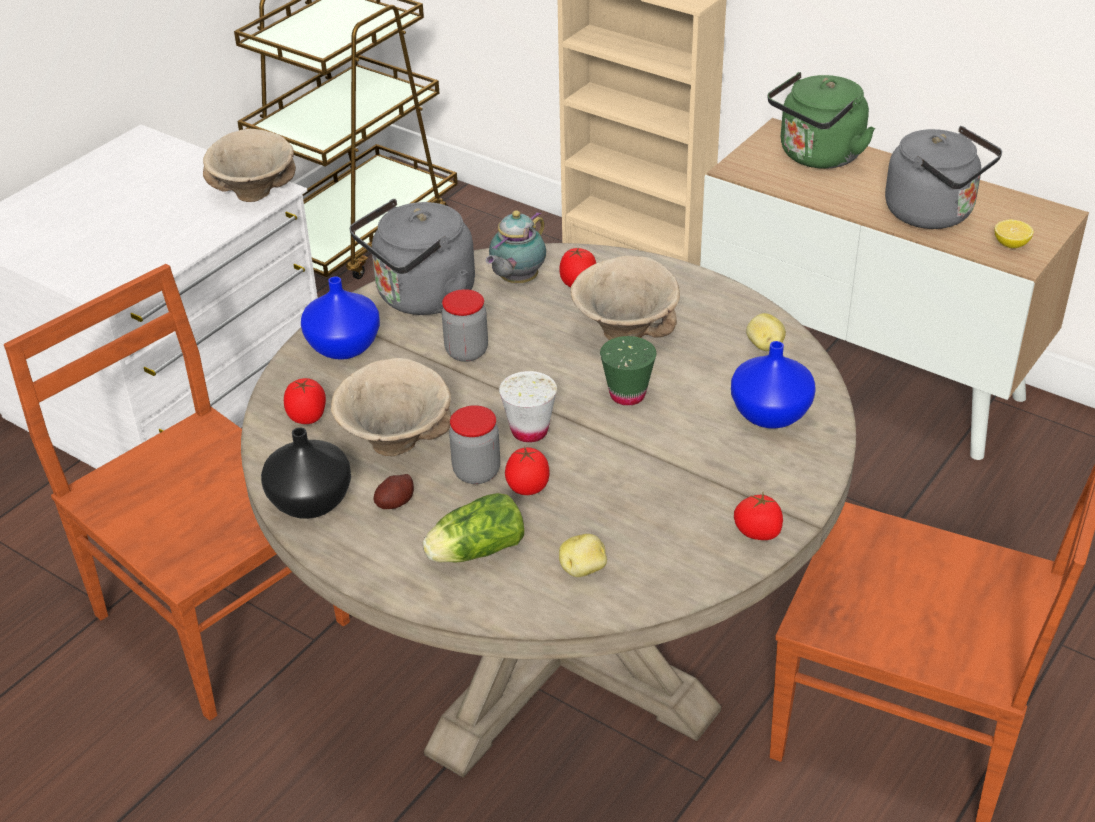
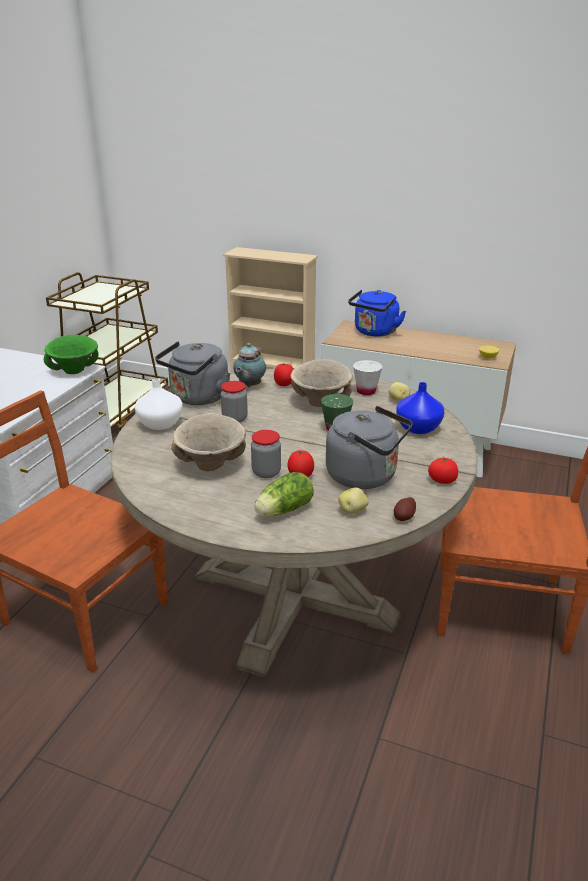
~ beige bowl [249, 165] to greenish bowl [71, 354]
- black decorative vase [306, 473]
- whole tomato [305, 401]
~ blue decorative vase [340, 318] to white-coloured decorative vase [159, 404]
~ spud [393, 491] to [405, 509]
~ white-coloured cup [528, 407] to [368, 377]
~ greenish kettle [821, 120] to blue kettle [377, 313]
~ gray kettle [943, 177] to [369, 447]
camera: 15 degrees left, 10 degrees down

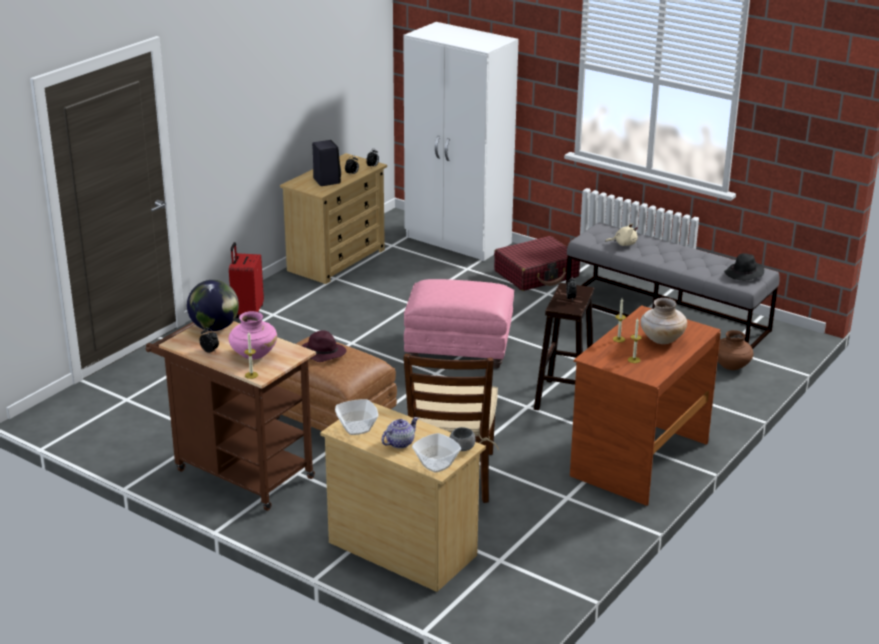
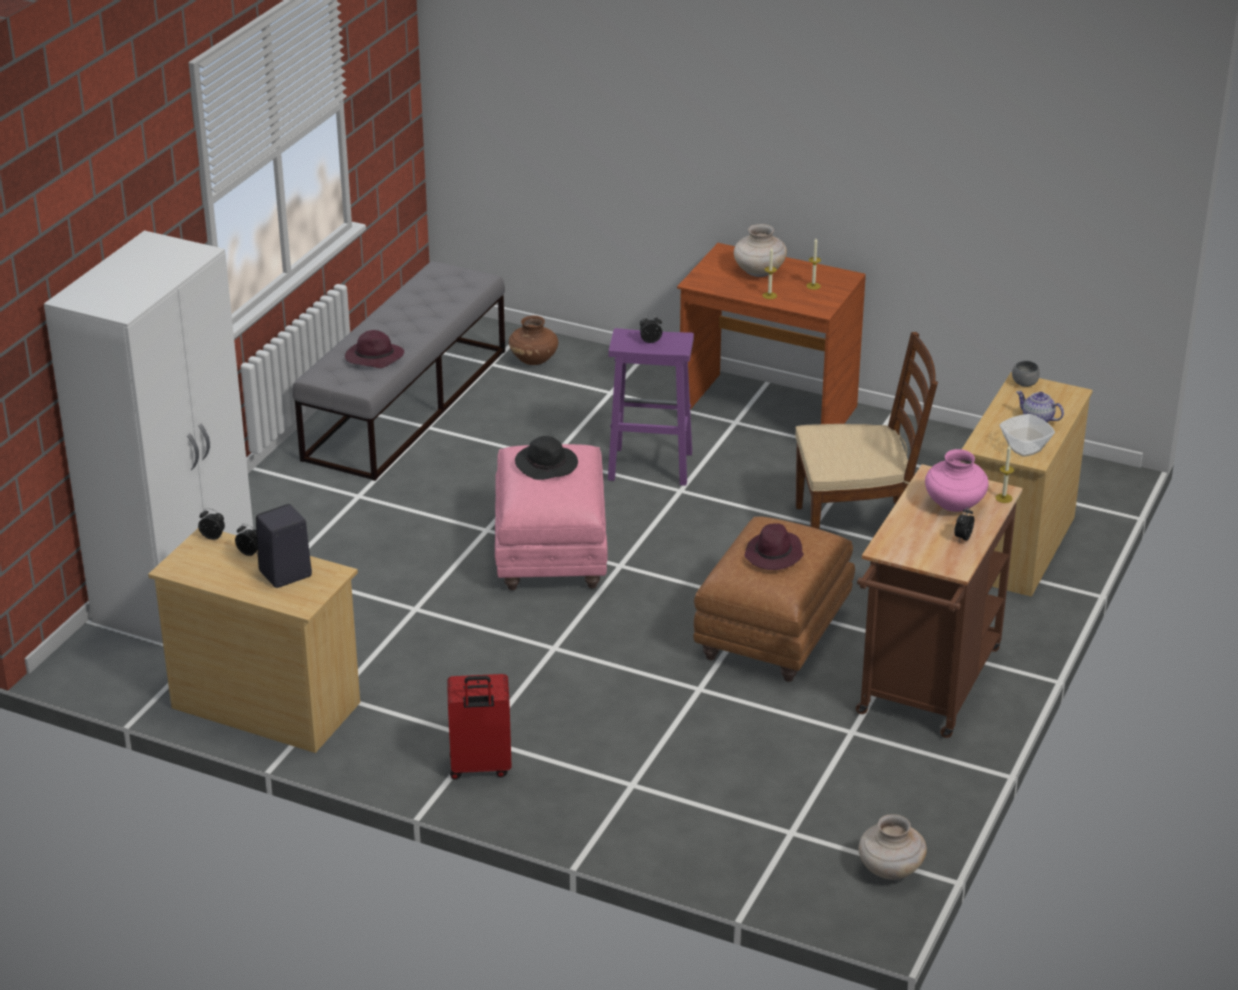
- globe [213, 305]
- bowl [436, 453]
- red-coloured travel case [537, 263]
~ brown-coloured stool [564, 346] to purple-coloured stool [651, 407]
~ beige cuddly toy [621, 234] to purple-coloured hat [374, 349]
~ black hat [744, 266] to [546, 458]
+ beige decorative vase [893, 847]
camera: 100 degrees left, 5 degrees up

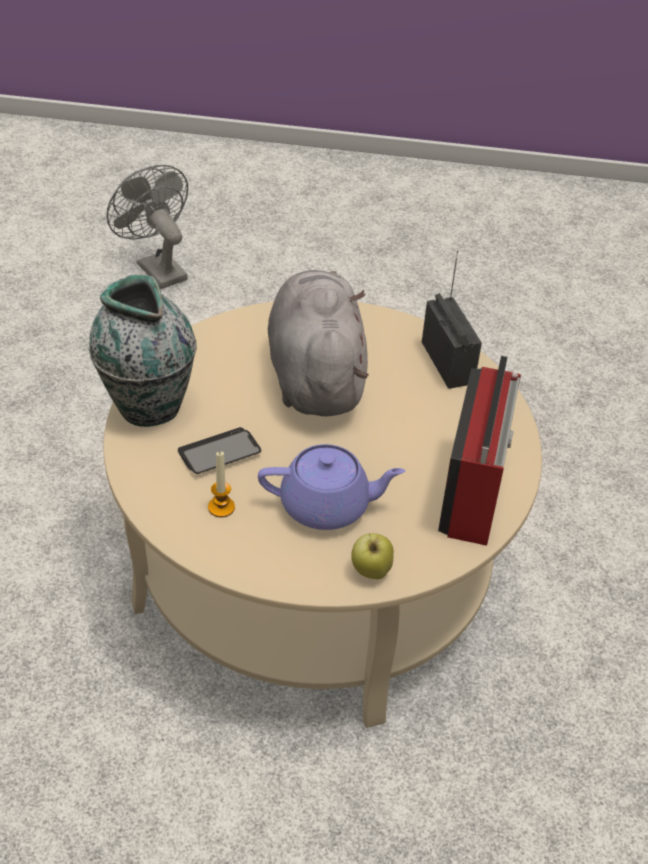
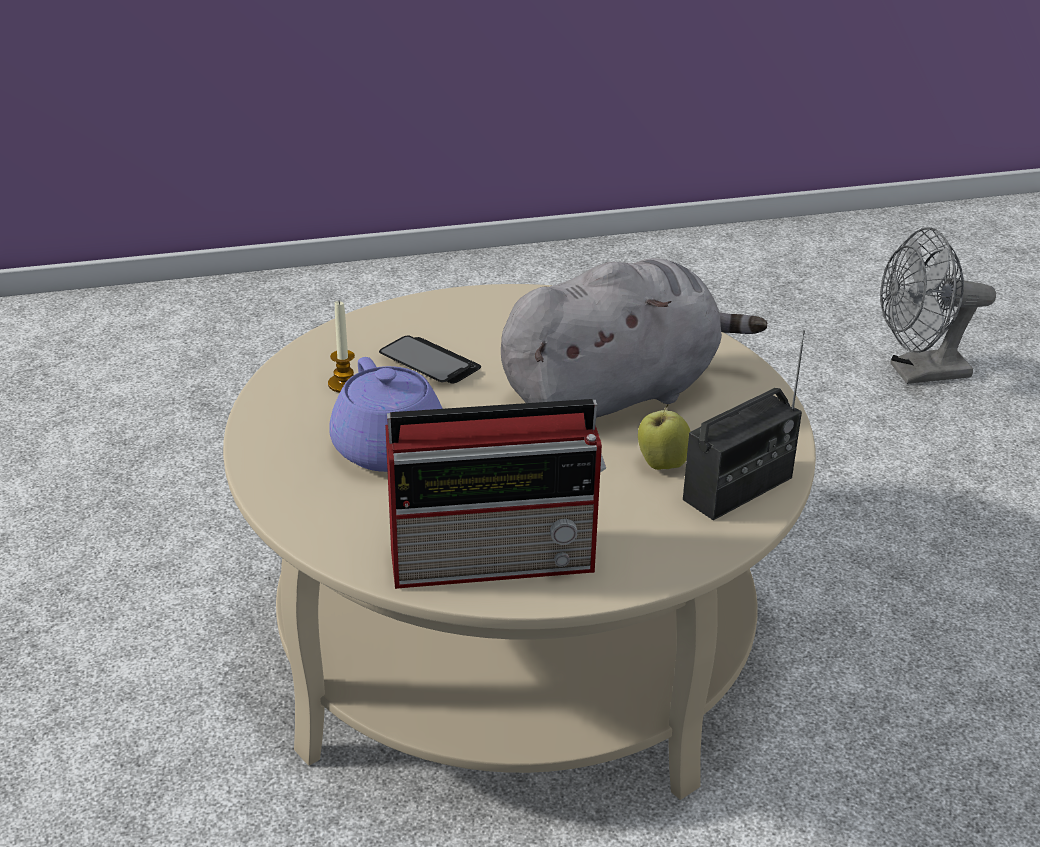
- decorative vase [143, 351]
~ gray fan [147, 227] = [938, 305] 135 degrees counterclockwise
~ apple fruit [372, 556] to [664, 437]
camera: 70 degrees right, 10 degrees down

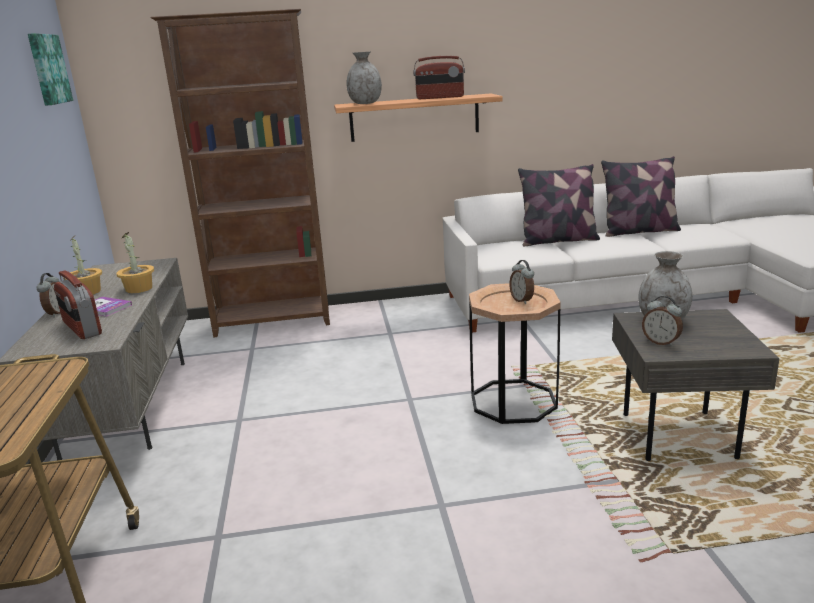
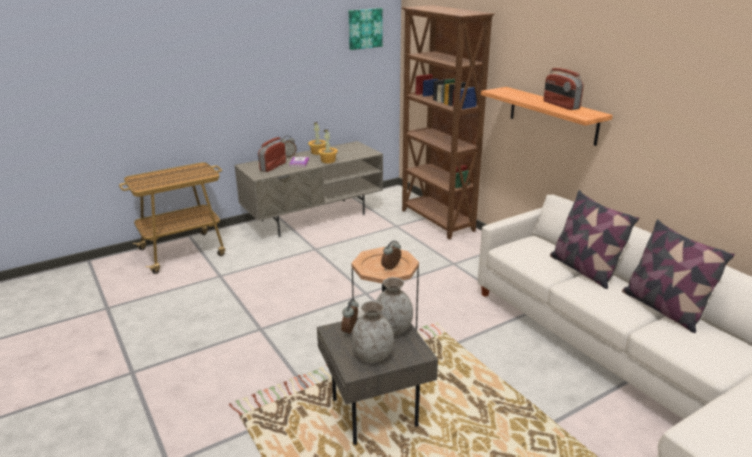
~ gray decorative vase [364, 78] to [372, 332]
camera: 65 degrees right, 5 degrees up

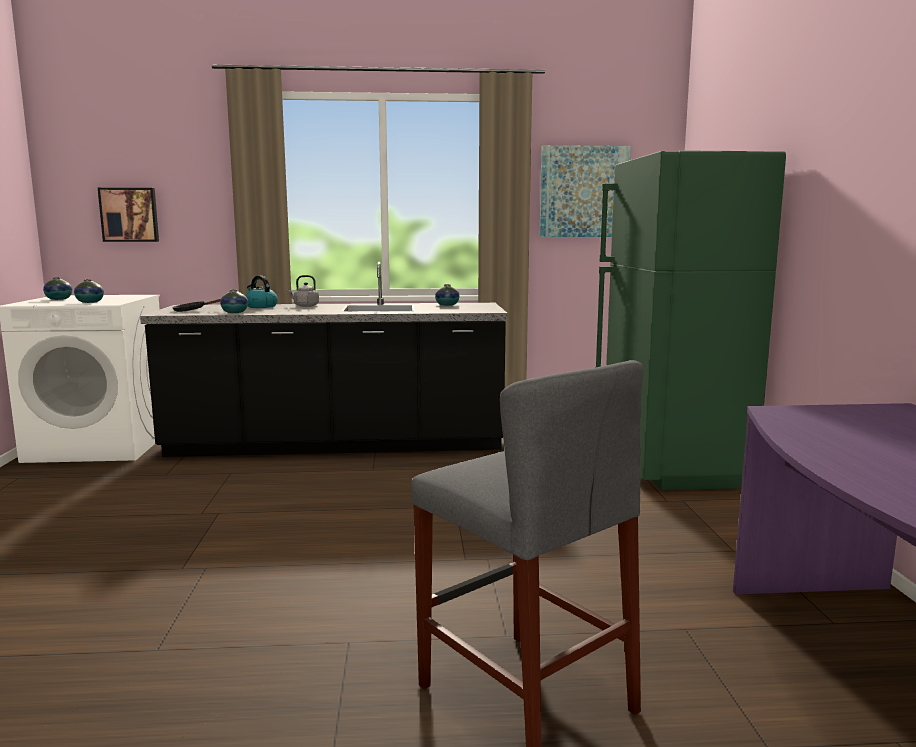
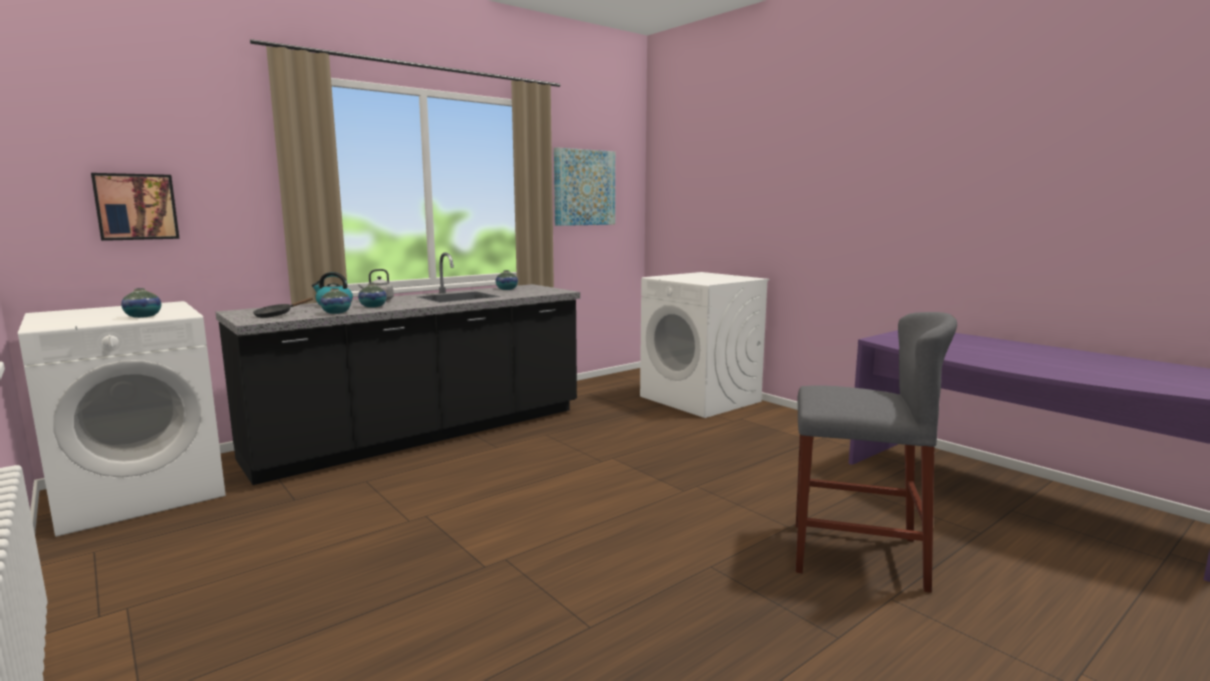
~ decorative vase [57, 288] to [372, 295]
~ greenish fridge [690, 320] to white-coloured laundry appliance [704, 345]
camera: 35 degrees left, 0 degrees up

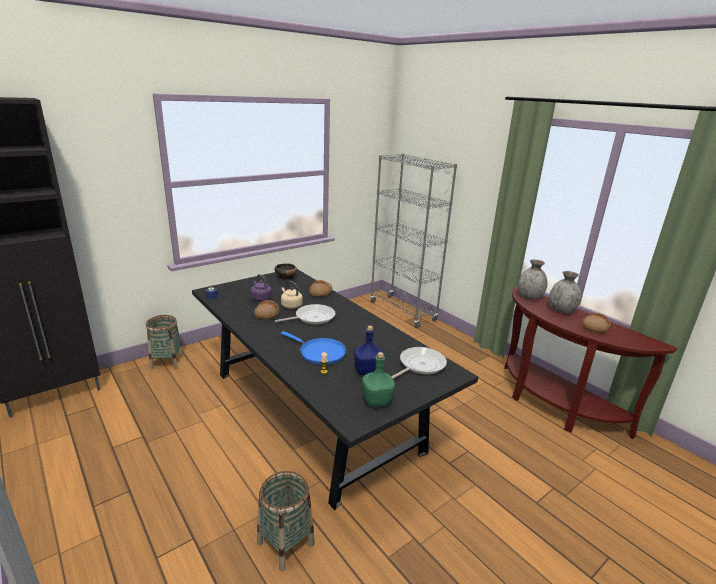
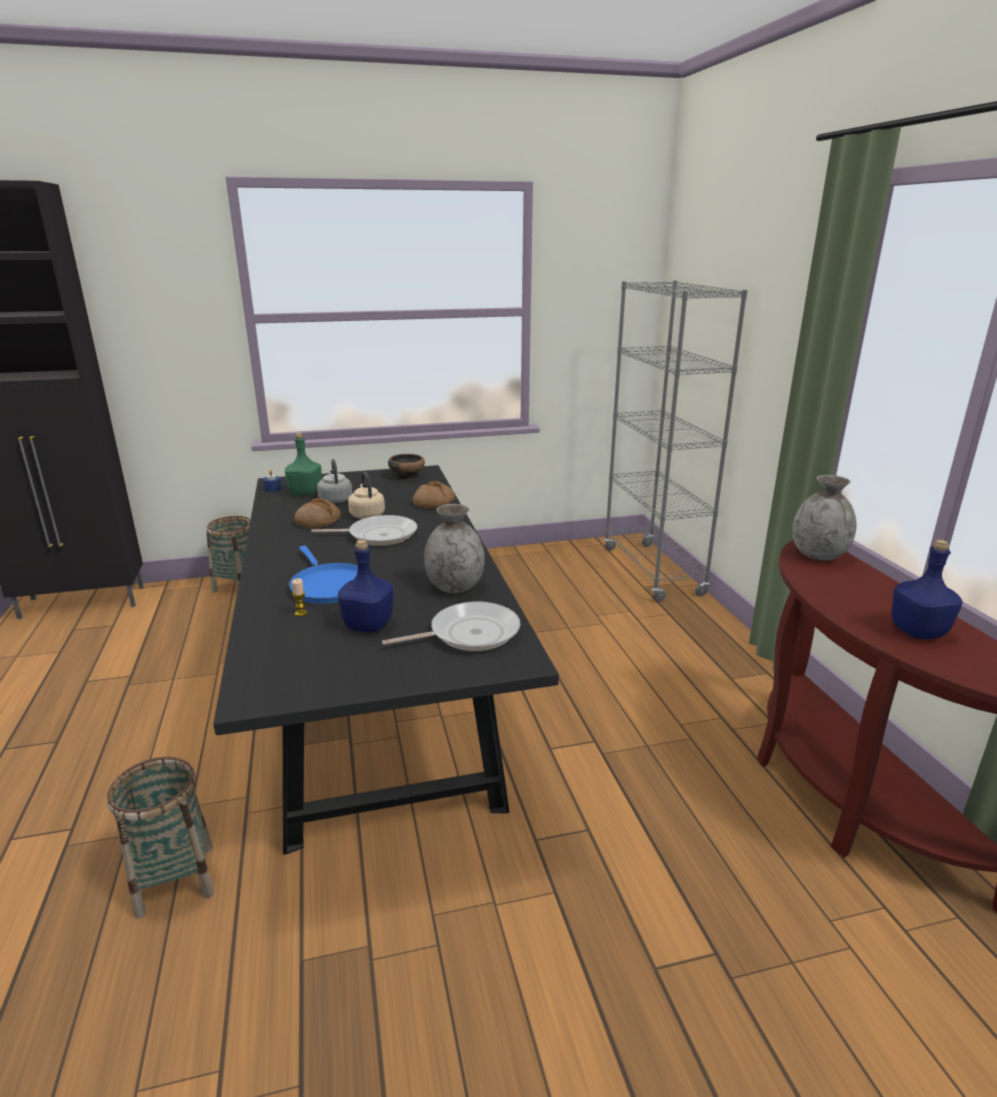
~ purple-coloured kettle [261, 288] to gray kettle [334, 481]
~ greenish drink bottle [378, 379] to [303, 464]
~ gray decorative vase [565, 292] to [454, 548]
~ bakery bread [596, 323] to blue drink bottle [927, 589]
camera: 25 degrees right, 0 degrees up

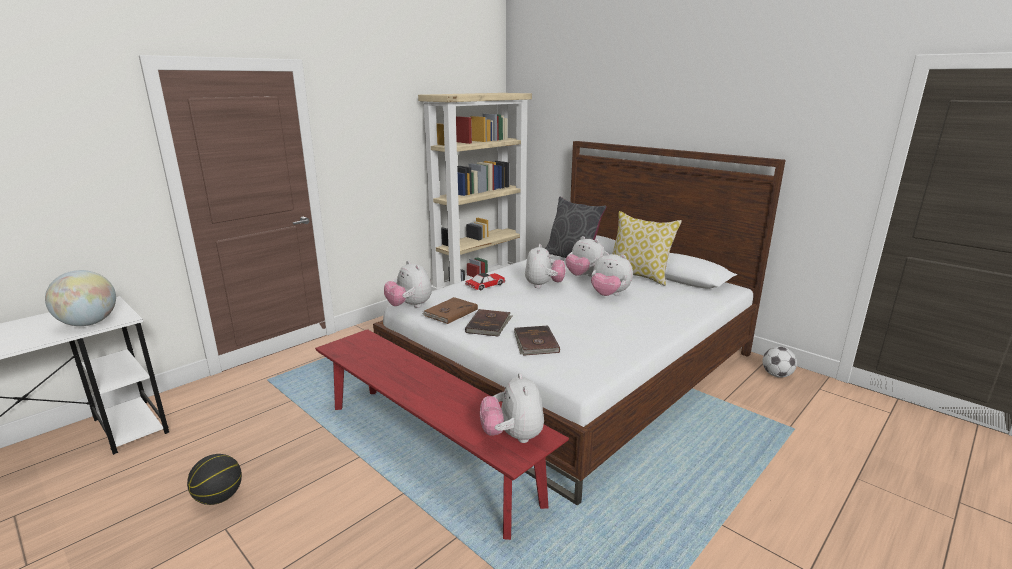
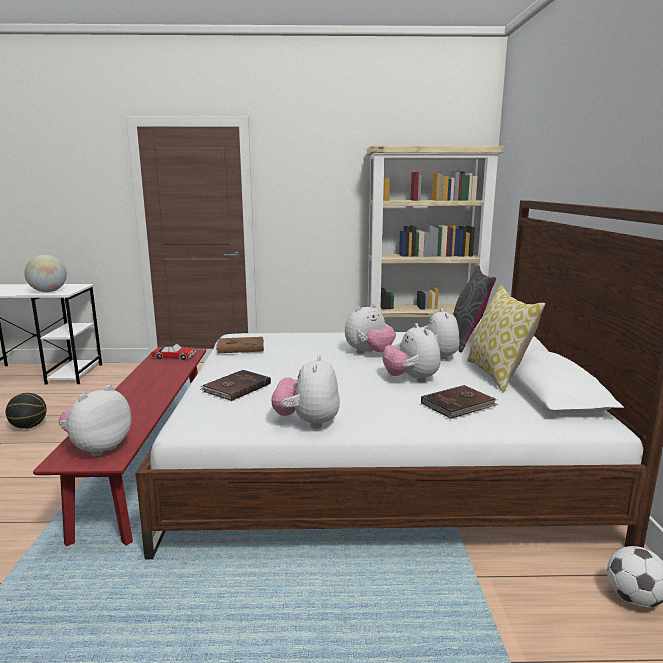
~ cuddly toy [408, 284] to [305, 392]
~ miniature car [485, 282] to [173, 351]
~ brown-coloured book [488, 323] to [460, 402]
camera: 45 degrees right, 5 degrees down

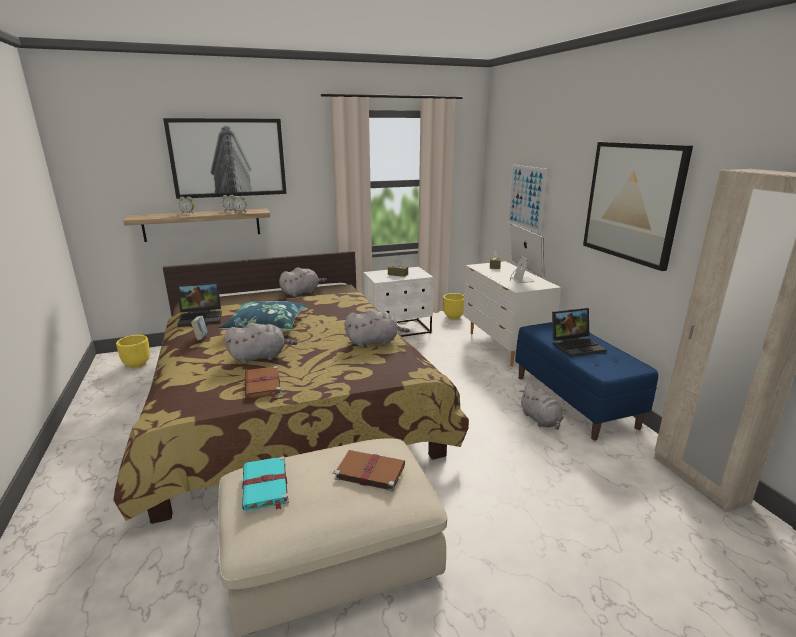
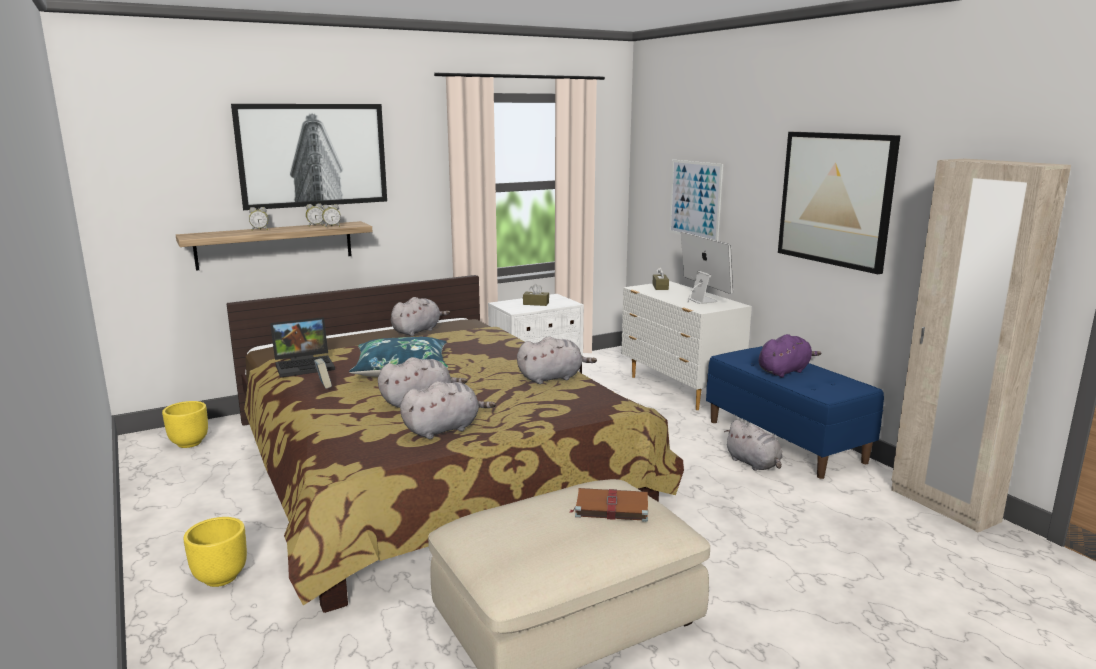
- turquoise-coloured book [265, 483]
~ brown-coloured book [263, 382] to gray cuddly toy [448, 410]
~ yellow flower pot [453, 306] to [215, 552]
~ laptop [579, 332] to purple-coloured cuddly toy [790, 355]
camera: 10 degrees left, 5 degrees down

